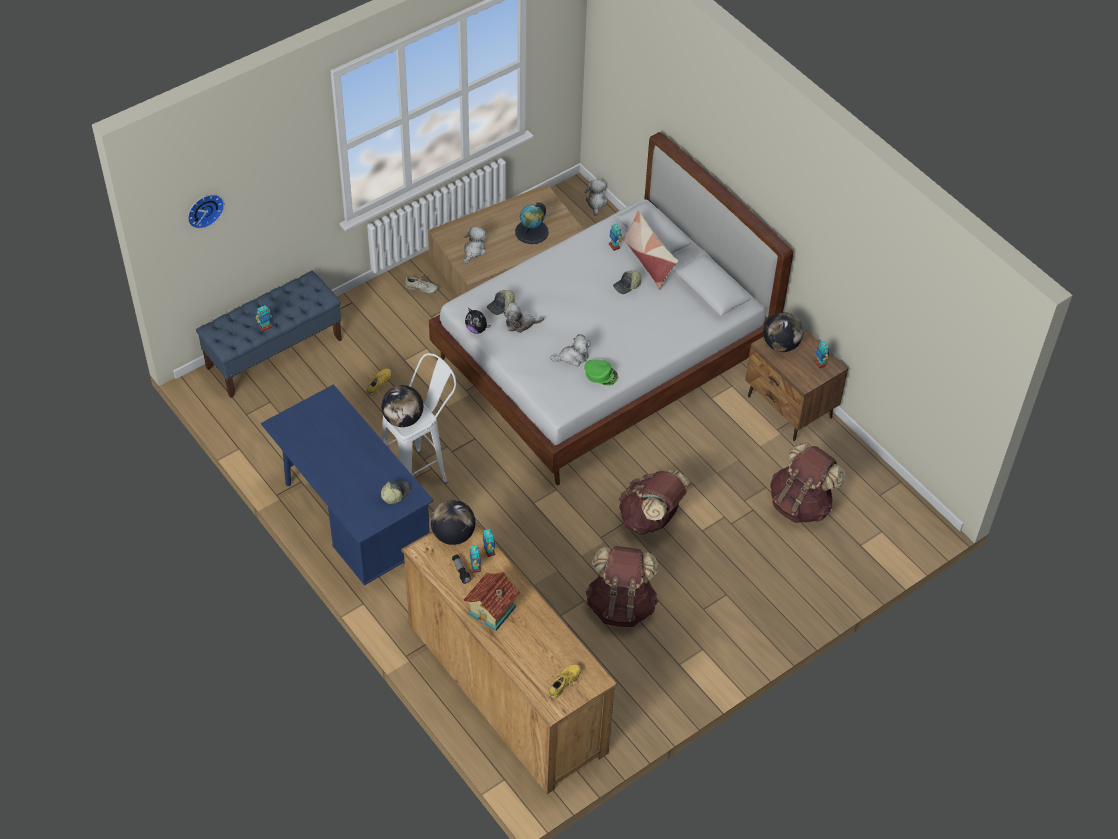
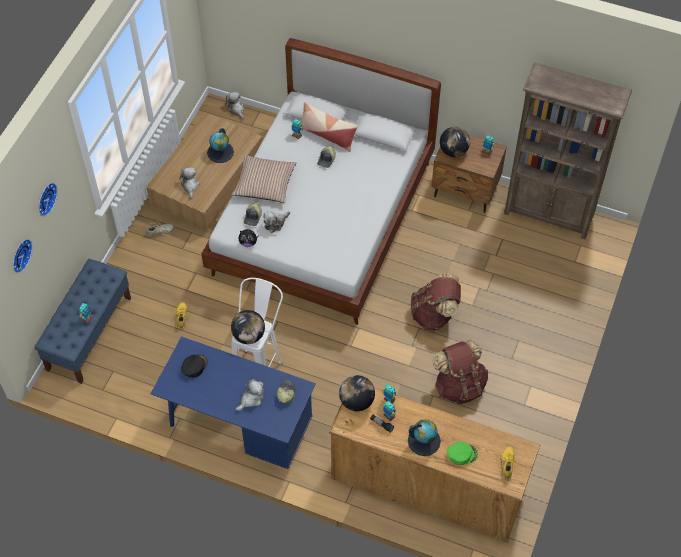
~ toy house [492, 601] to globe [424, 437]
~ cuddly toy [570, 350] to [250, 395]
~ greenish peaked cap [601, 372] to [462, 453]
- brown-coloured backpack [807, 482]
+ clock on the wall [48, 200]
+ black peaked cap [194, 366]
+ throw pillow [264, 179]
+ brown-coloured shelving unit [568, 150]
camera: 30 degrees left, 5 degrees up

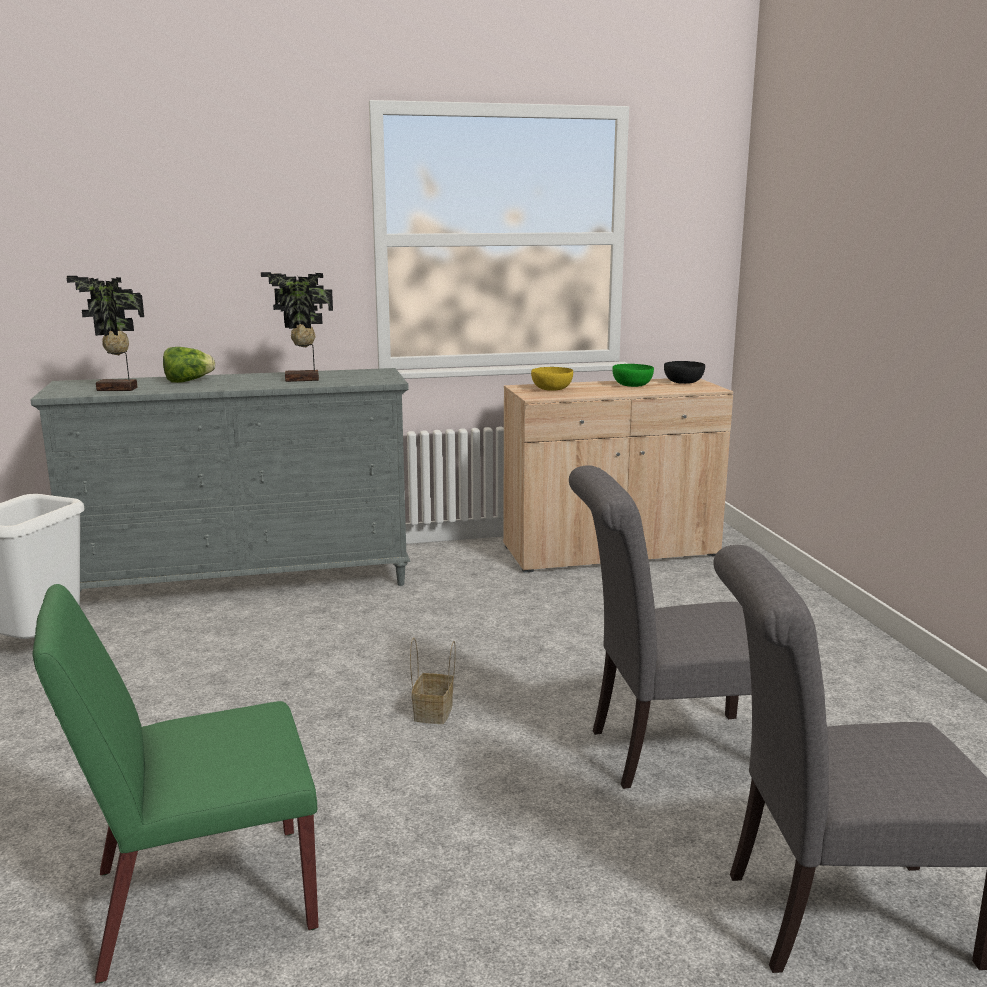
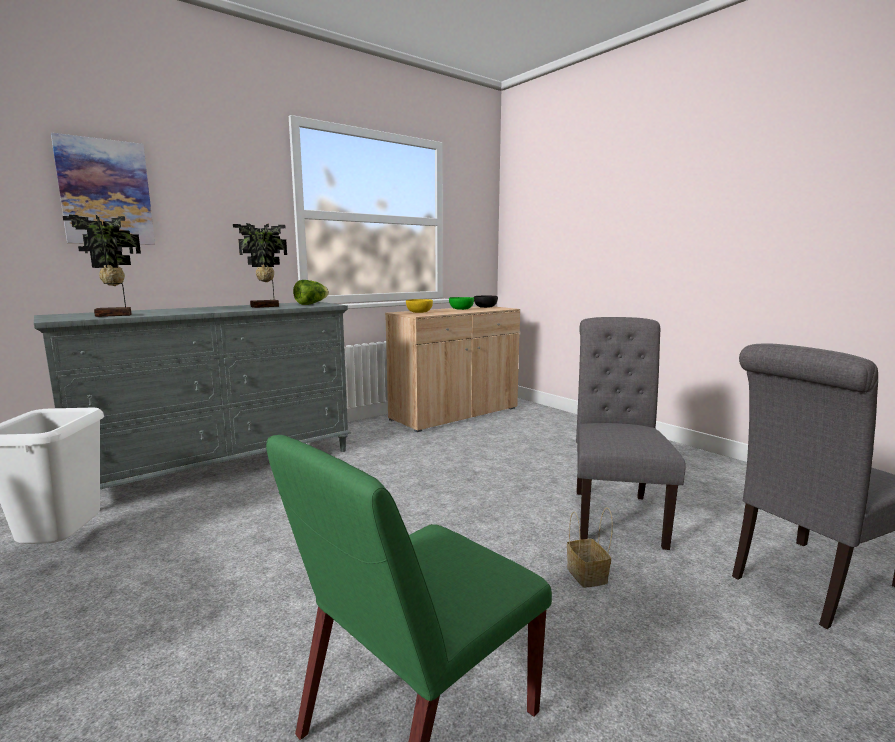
~ head of lettuce [189, 365] to [311, 292]
~ storage basket [433, 681] to [590, 547]
~ gray upright chair [660, 627] = [631, 433] 135 degrees clockwise
+ wall picture [103, 189]
camera: 25 degrees left, 5 degrees down

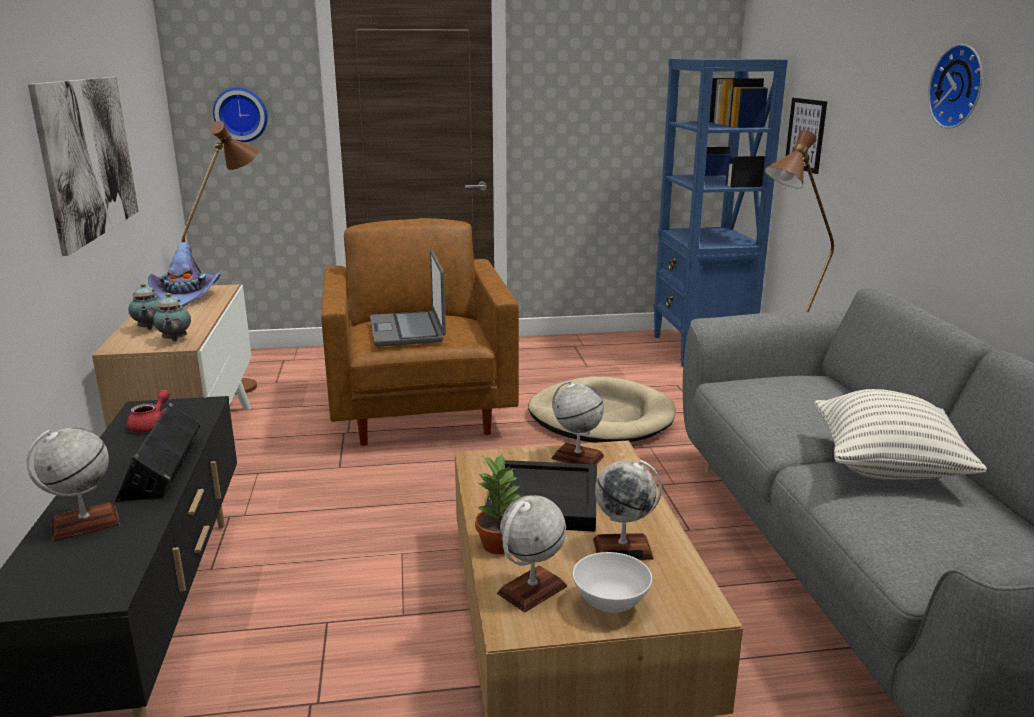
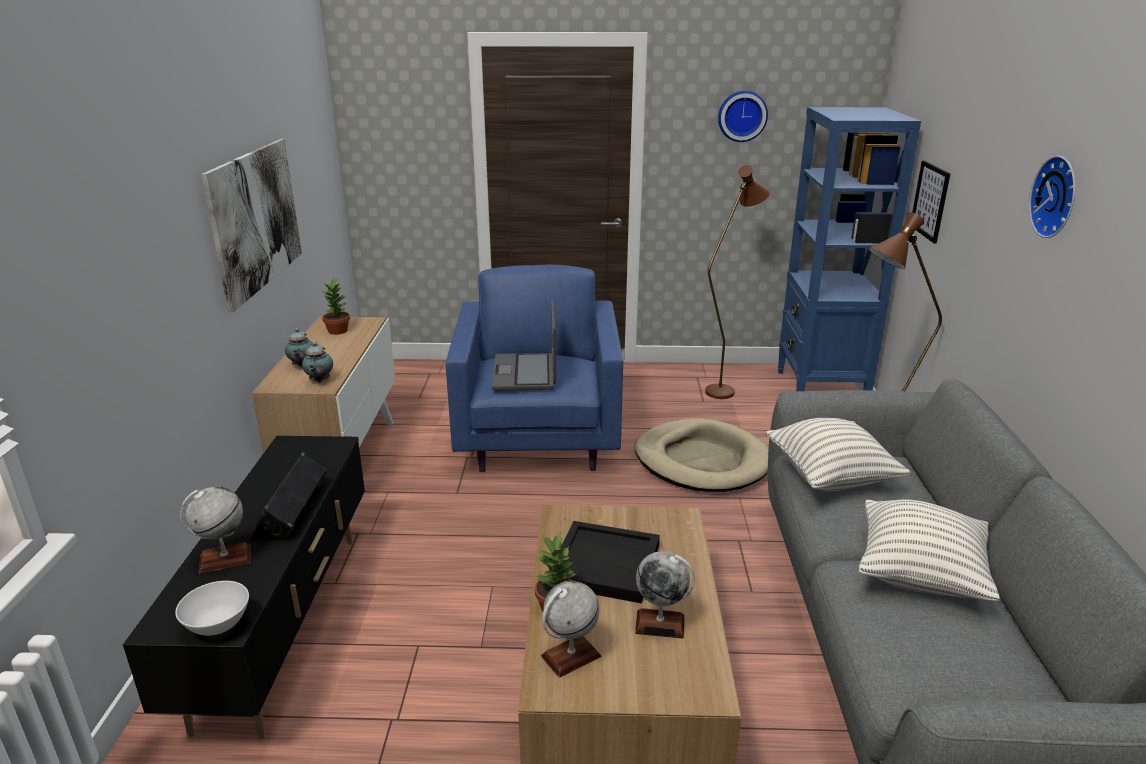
- red-coloured pot for tea [148, 411]
~ purple-coloured hat [184, 274] to houseplant [335, 306]
~ brown-coloured floor lamp [220, 258] to [737, 282]
~ clock on the wall [240, 115] to [743, 116]
~ brown-coloured easy chair [420, 332] to blue easy chair [534, 368]
- globe [577, 423]
~ white-coloured bowl [612, 582] to [212, 608]
+ throw pillow [838, 454]
camera: 10 degrees right, 5 degrees up

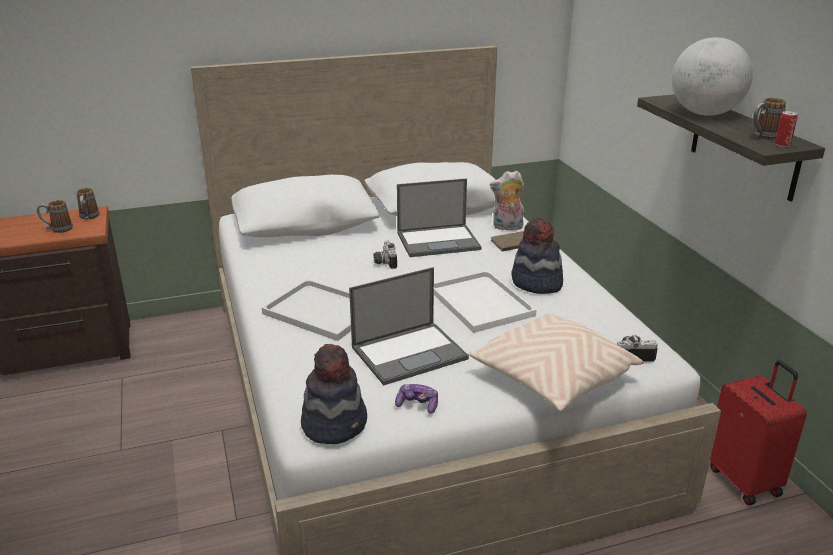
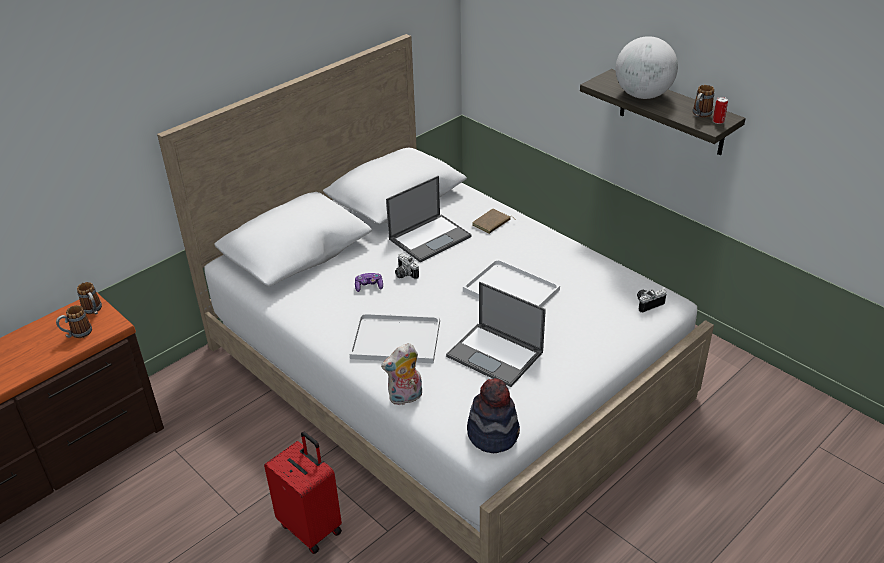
~ laptop [409, 326] = [496, 334] 90 degrees clockwise
~ game controller [416, 399] to [369, 282]
- beige throw pillow [556, 362]
~ cuddly toy [507, 200] to [401, 374]
- hat [537, 256]
~ red-coloured travel case [758, 432] to [303, 493]
camera: 25 degrees left, 10 degrees up

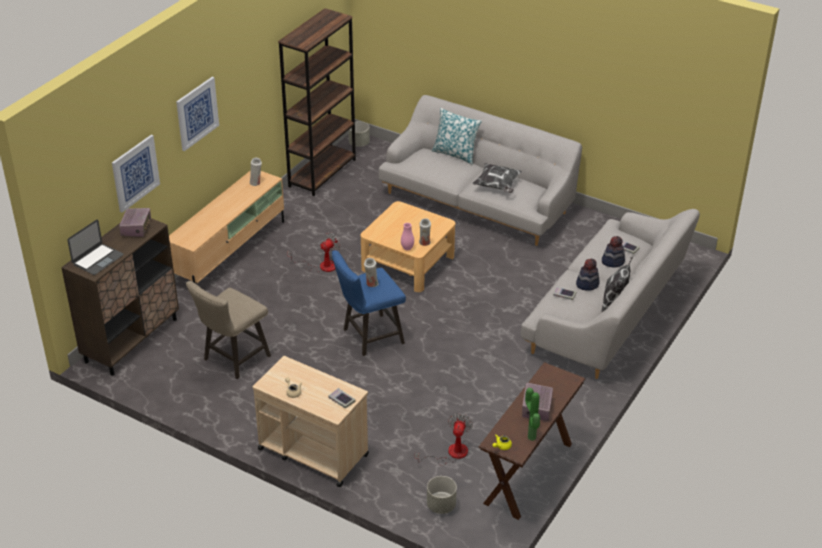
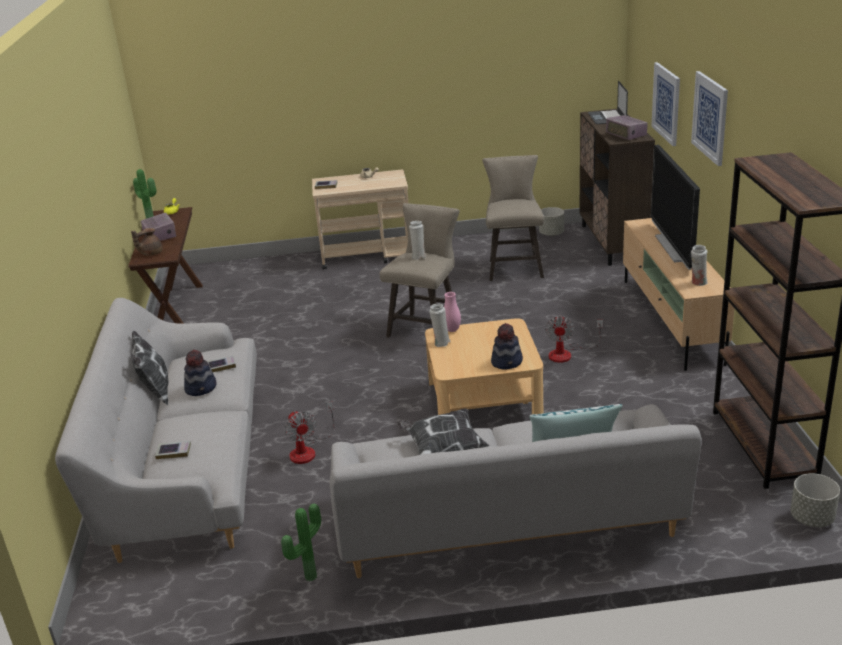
~ blue stool [369, 303] to beige stool [420, 270]
~ fan [444, 439] to [310, 433]
~ gray flower pot [442, 495] to [551, 221]
~ hat [613, 252] to [507, 346]
+ brown-coloured pot for tea [147, 242]
+ houseplant [301, 542]
+ TV set [675, 207]
camera: 145 degrees right, 10 degrees down

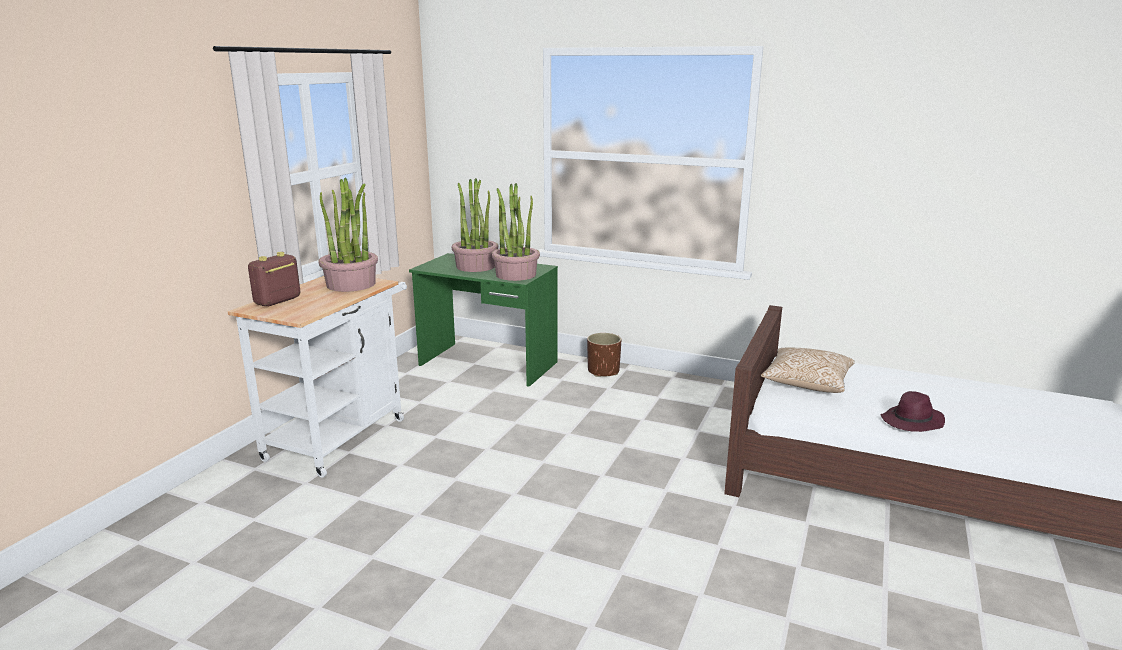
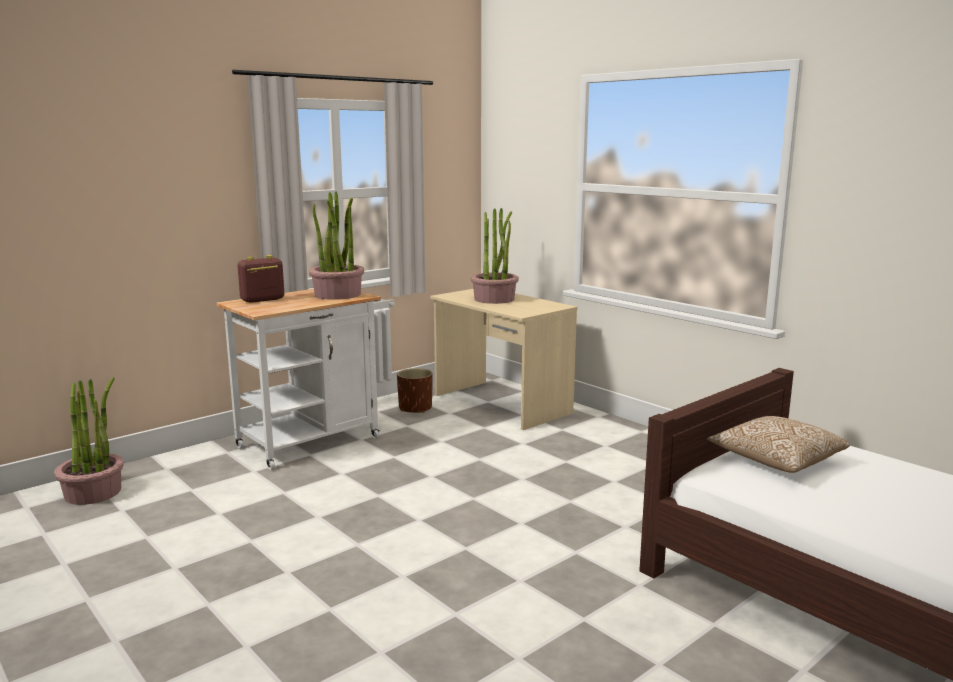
~ greenish desk [483, 320] to beige desk [503, 359]
~ houseplant [515, 232] to [89, 441]
~ brown-coloured flower pot [604, 355] to [415, 390]
- purple-coloured hat [912, 411]
camera: 25 degrees right, 5 degrees down

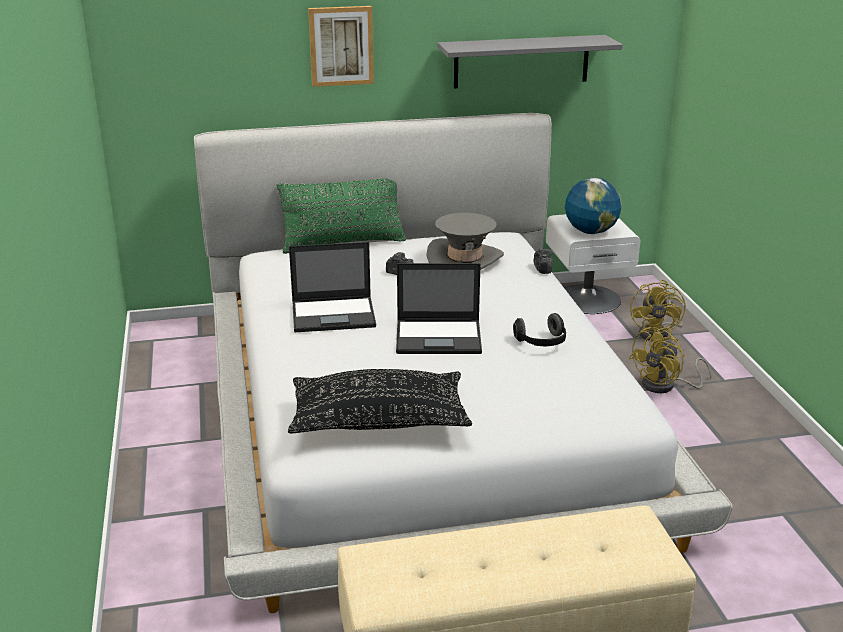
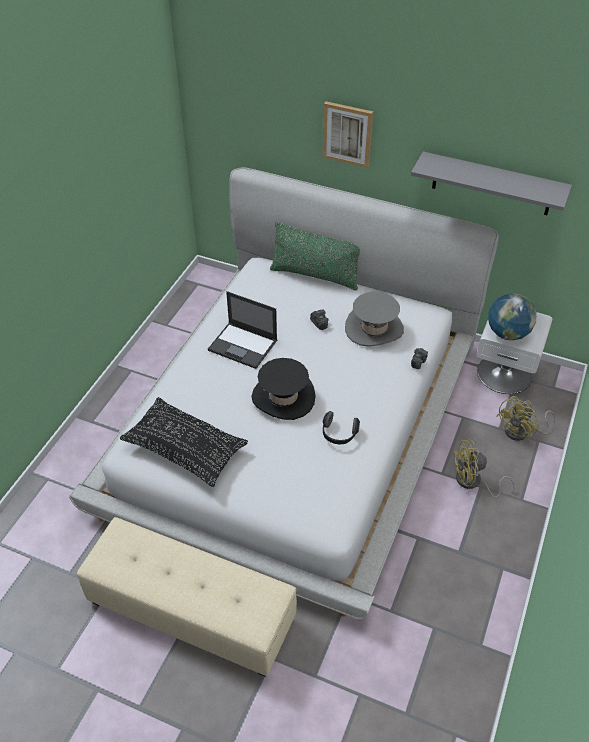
~ laptop [439, 308] to black hat [284, 389]
camera: 35 degrees right, 20 degrees up

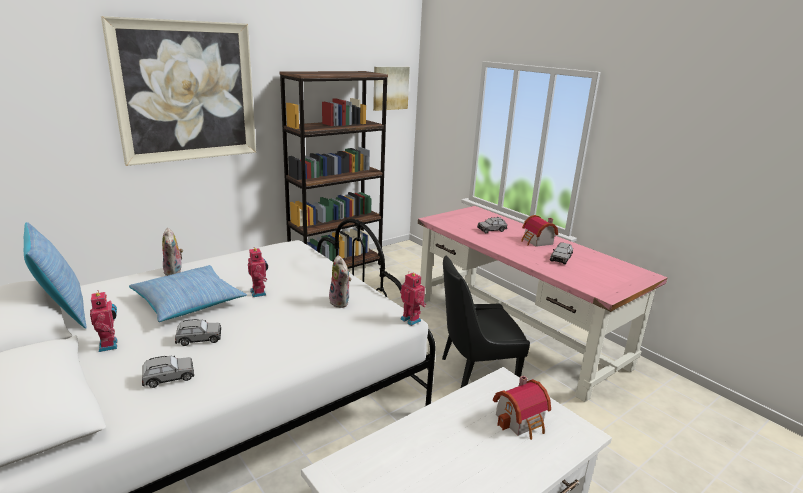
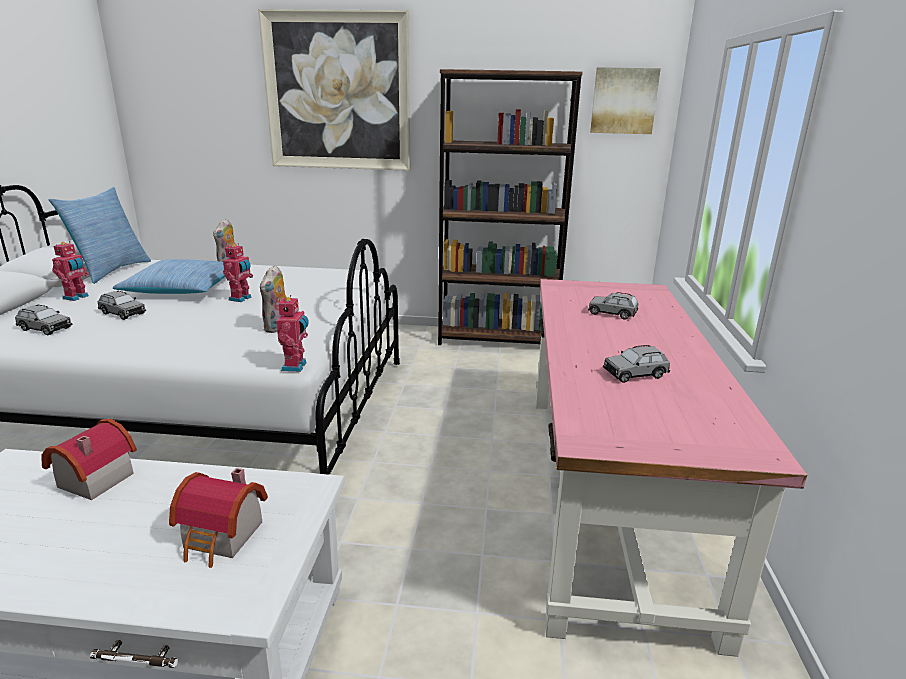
- black upright chair [486, 322]
~ toy house [539, 231] to [89, 459]
camera: 45 degrees right, 0 degrees up

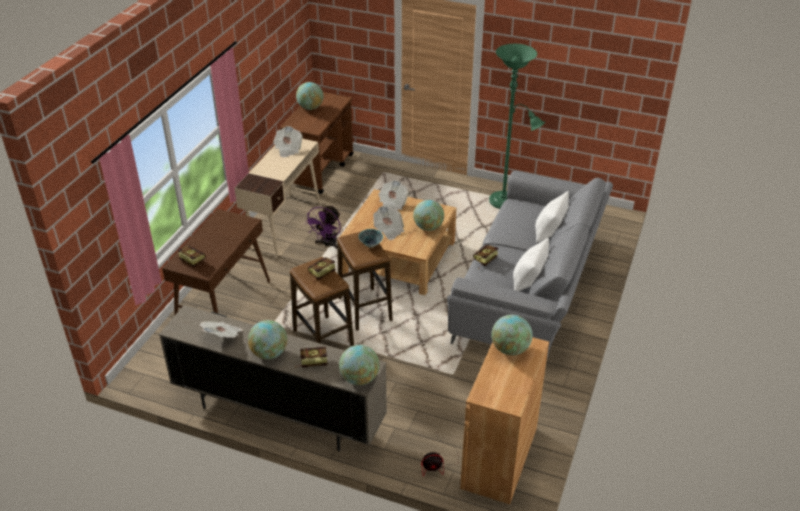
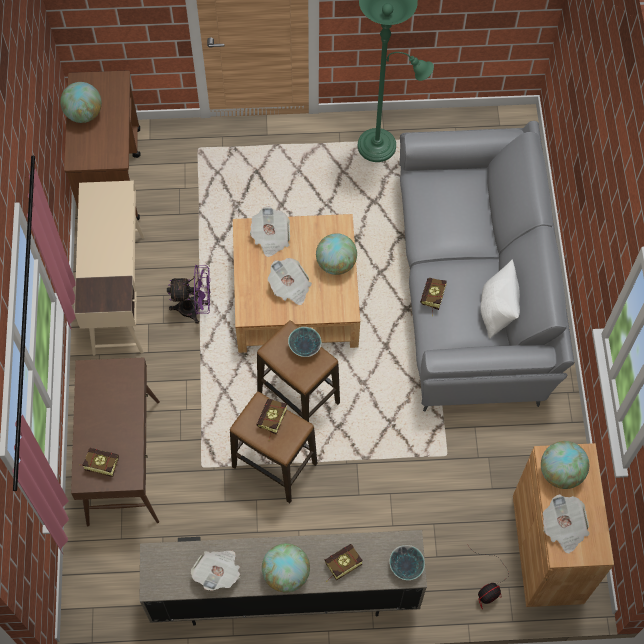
~ newspaper [288, 142] to [566, 523]
~ purple-coloured fan [323, 227] = [189, 294] 90 degrees counterclockwise
~ globe [359, 365] to bowl [407, 562]
- white-coloured throw pillow [552, 217]
camera: 25 degrees left, 25 degrees up

